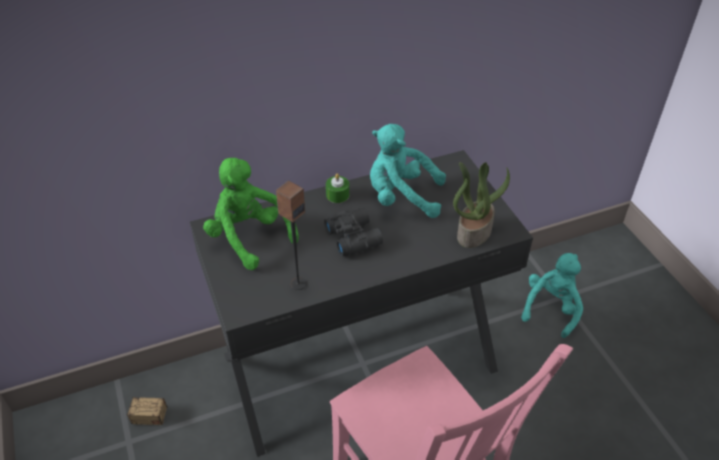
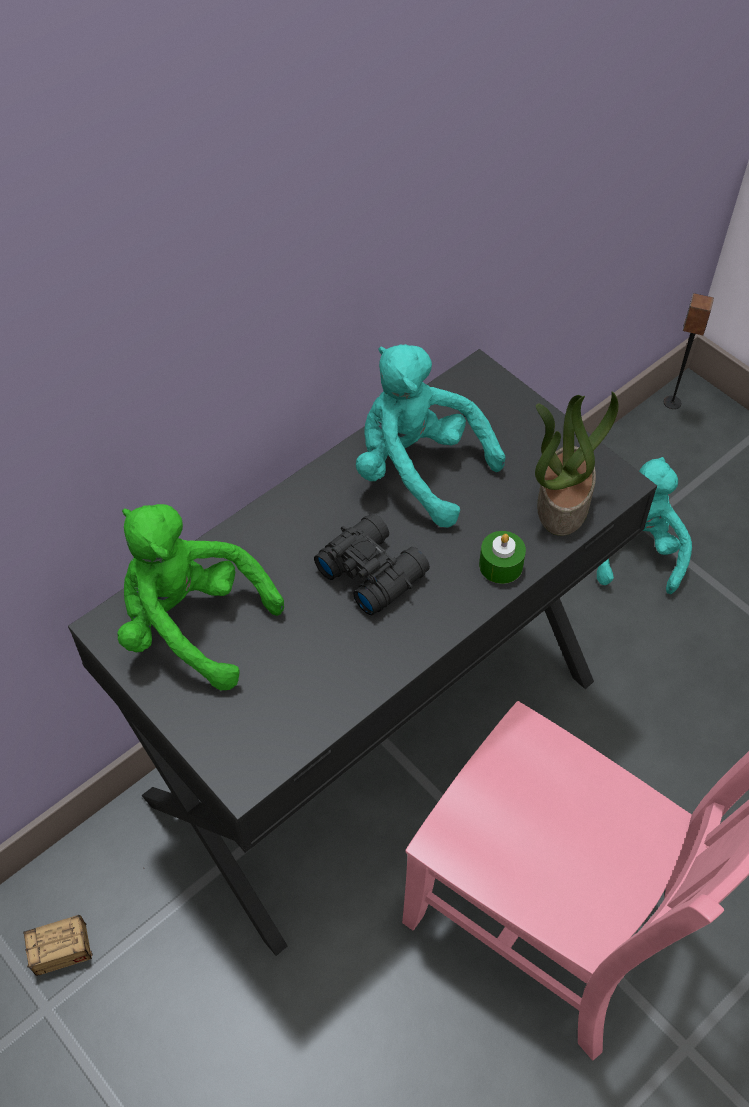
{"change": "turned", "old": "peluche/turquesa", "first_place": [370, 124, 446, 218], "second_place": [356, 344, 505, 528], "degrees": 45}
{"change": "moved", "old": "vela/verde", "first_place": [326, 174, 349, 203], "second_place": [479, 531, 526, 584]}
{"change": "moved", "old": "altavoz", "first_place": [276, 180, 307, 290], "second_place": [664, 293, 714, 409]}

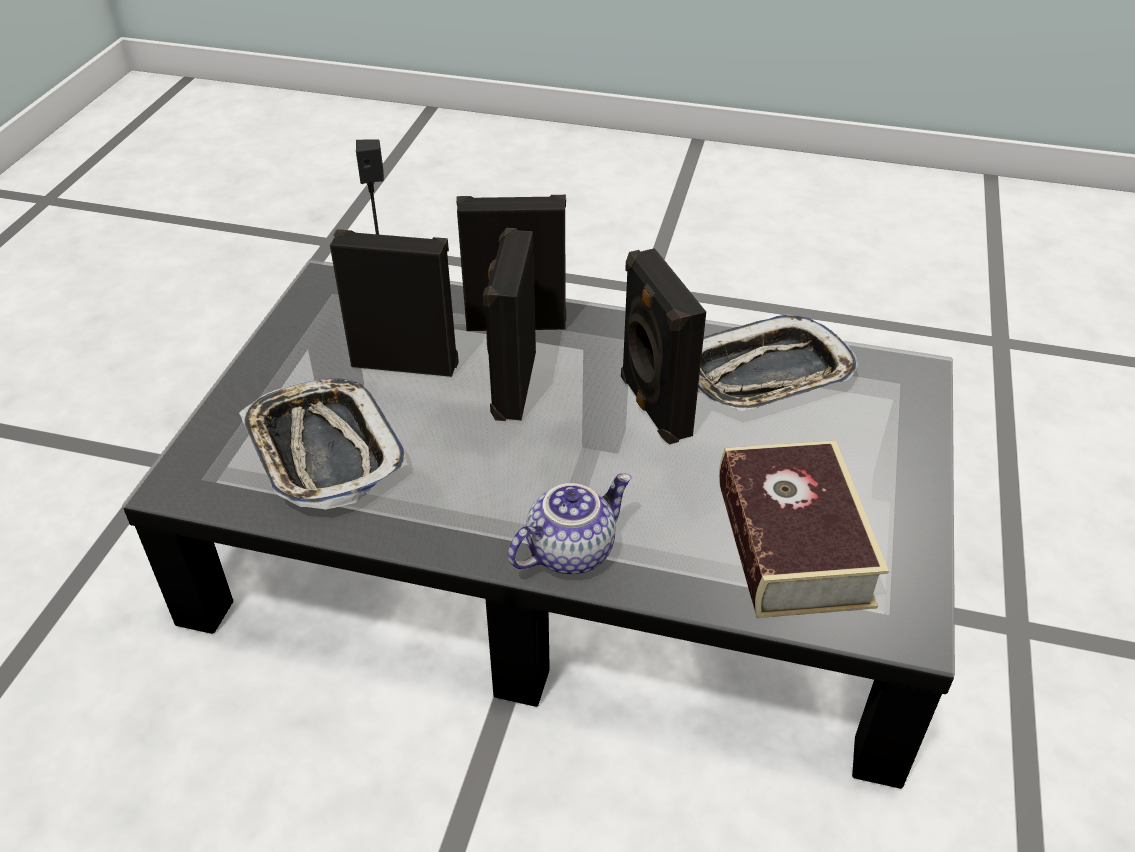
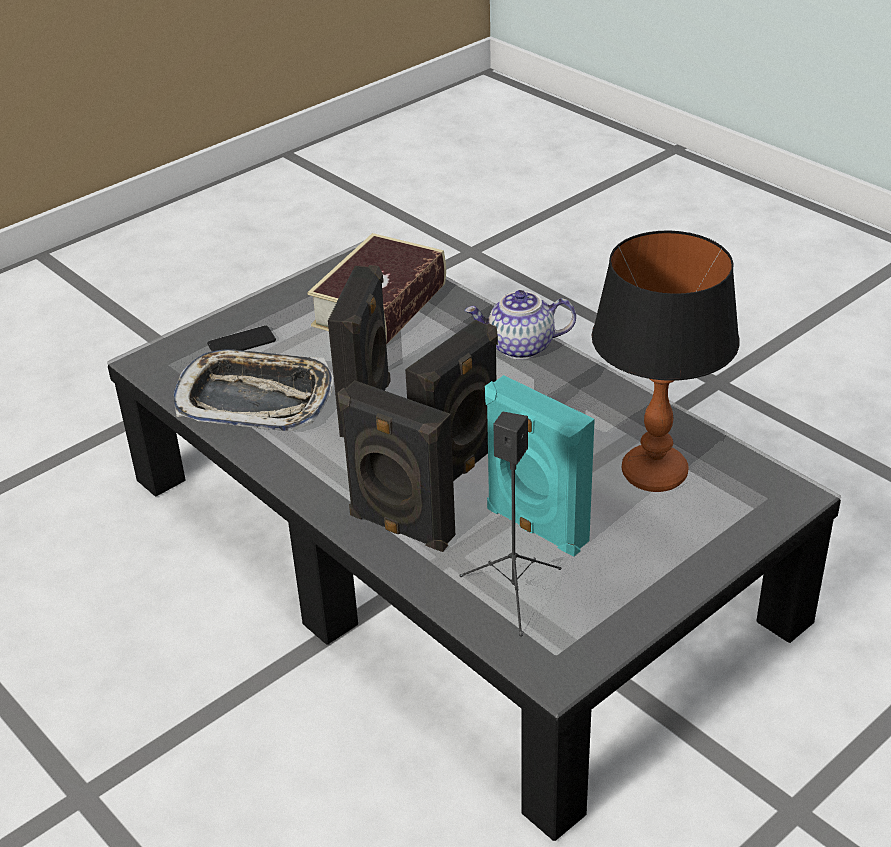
{"change": "added", "new": "móvil", "second_place": [207, 325, 276, 351]}
{"change": "recoloured", "old": "altavoz/negro", "new": "altavoz/turquesa", "first_place": [330, 229, 459, 377], "second_place": [485, 375, 595, 556]}
{"change": "replaced", "old": "bandeja", "new": "lámpara de mesa", "first_place": [239, 378, 408, 510], "second_place": [592, 231, 740, 492]}

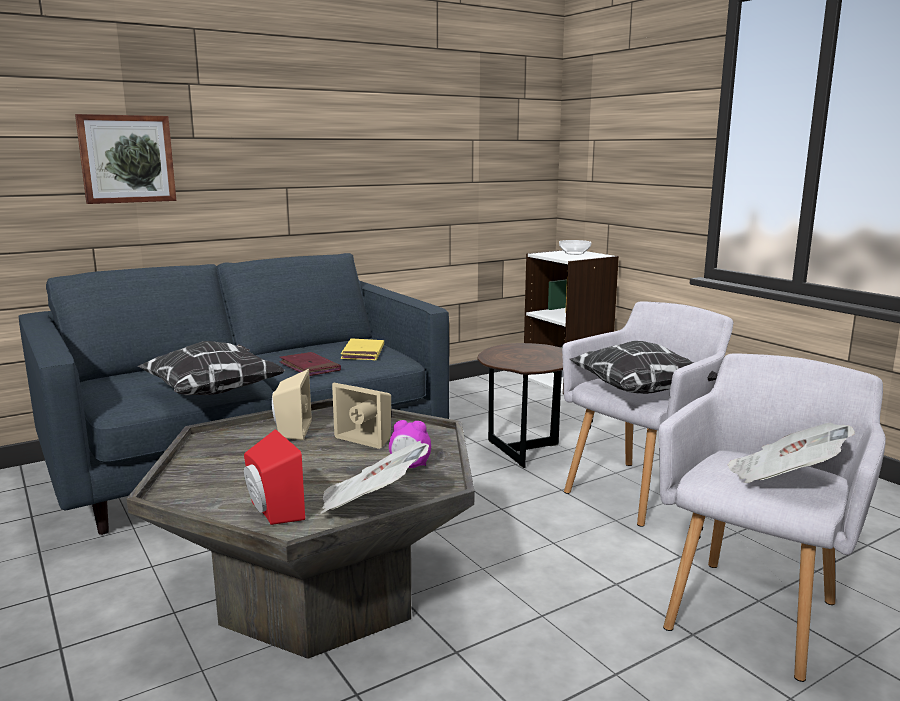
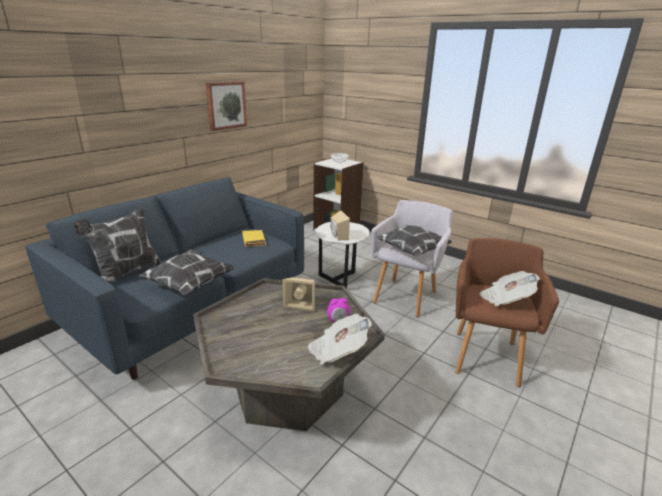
{"change": "added", "new": "cojín", "second_place": [73, 207, 162, 283]}
{"change": "moved", "old": "cuadro", "first_place": [75, 114, 176, 204], "second_place": [206, 81, 247, 131]}
{"change": "recoloured", "old": "mesa auxiliar/marrón", "new": "mesa auxiliar/blanco", "first_place": [478, 343, 563, 468], "second_place": [316, 222, 369, 289]}
{"change": "moved", "old": "altavoz/beis", "first_place": [272, 369, 312, 440], "second_place": [330, 211, 350, 240]}
{"change": "recoloured", "old": "sillón/gris", "new": "sillón/marrón", "first_place": [659, 353, 886, 682], "second_place": [455, 238, 559, 387]}
{"change": "removed", "old": "altavoz/rojo", "first_place": [244, 429, 305, 525]}
{"change": "removed", "old": "libro/rojo", "first_place": [279, 352, 341, 376]}

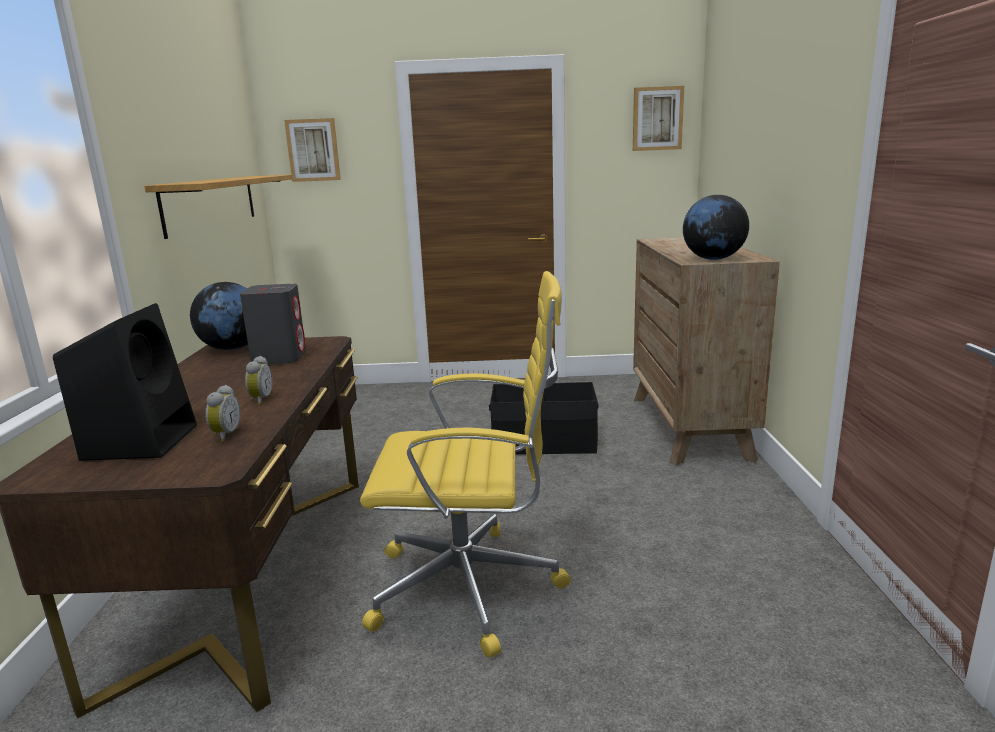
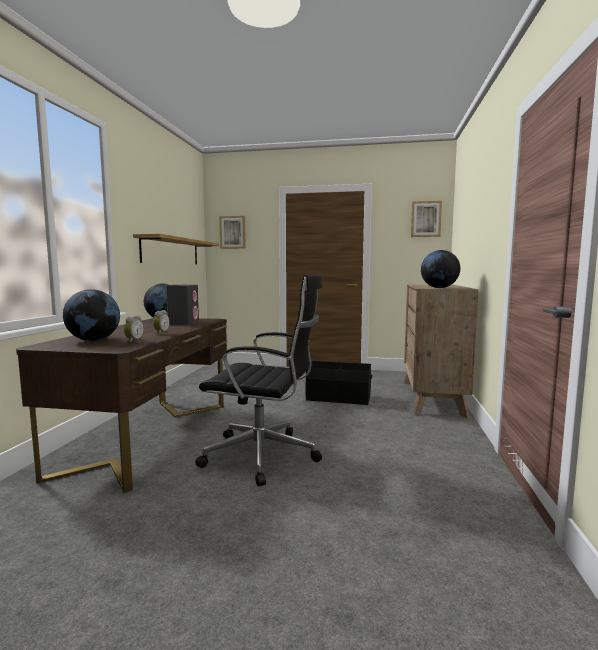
{"change": "replaced", "old": "altavoz/negro", "new": "globo terráqueo", "first_place": [53, 303, 197, 461], "second_place": [63, 289, 120, 341]}
{"change": "recoloured", "old": "silla de oficina/amarillo", "new": "silla de oficina/negro", "first_place": [360, 271, 571, 658], "second_place": [195, 274, 322, 486]}

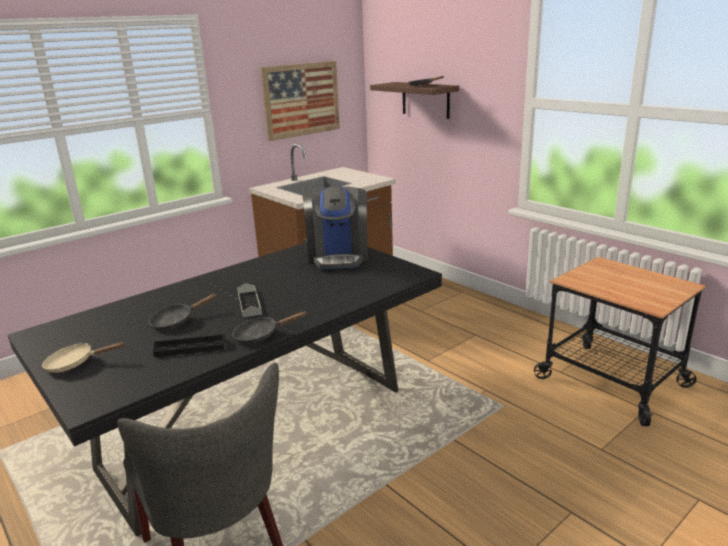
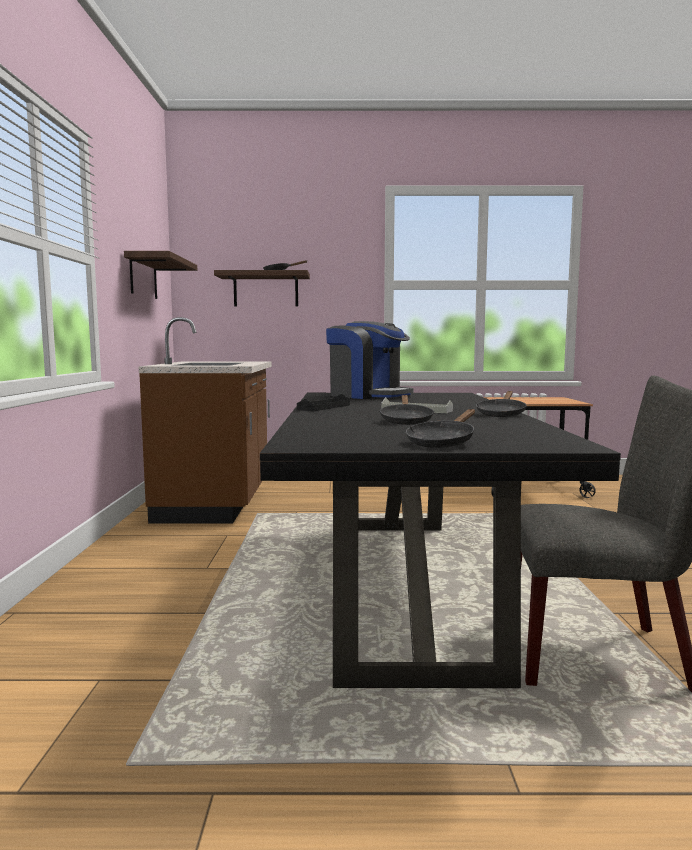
{"change": "replaced", "old": "cuadro", "new": "estante", "first_place": [260, 61, 340, 141], "second_place": [124, 251, 197, 299]}
{"change": "moved", "old": "bandeja/negro", "first_place": [153, 334, 225, 357], "second_place": [297, 394, 350, 411]}
{"change": "recoloured", "old": "sartén/beis", "new": "sartén/negro", "first_place": [42, 342, 125, 373], "second_place": [406, 409, 475, 448]}

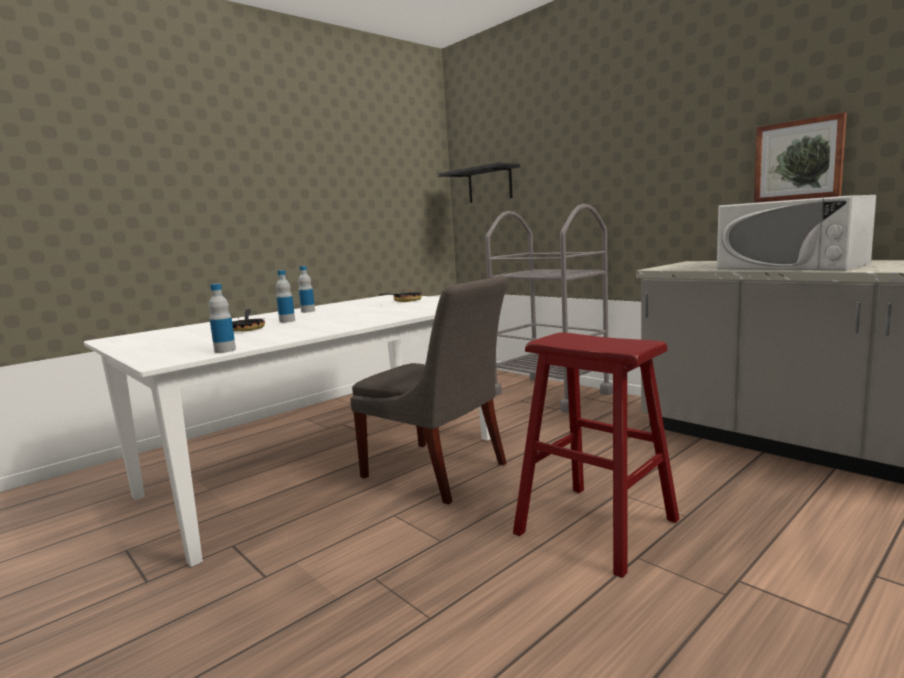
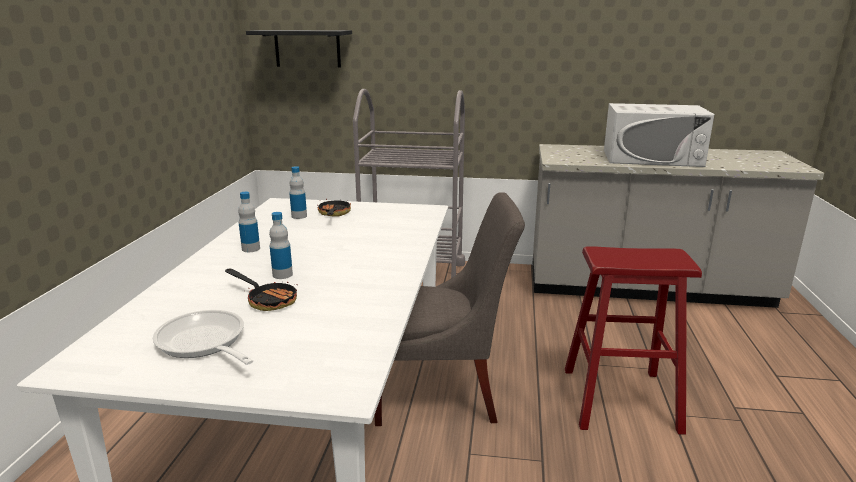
{"change": "added", "new": "sartén", "second_place": [153, 310, 253, 365]}
{"change": "moved", "old": "botella", "first_place": [209, 283, 236, 353], "second_place": [289, 166, 307, 219]}
{"change": "removed", "old": "cuadro", "first_place": [754, 112, 847, 203]}

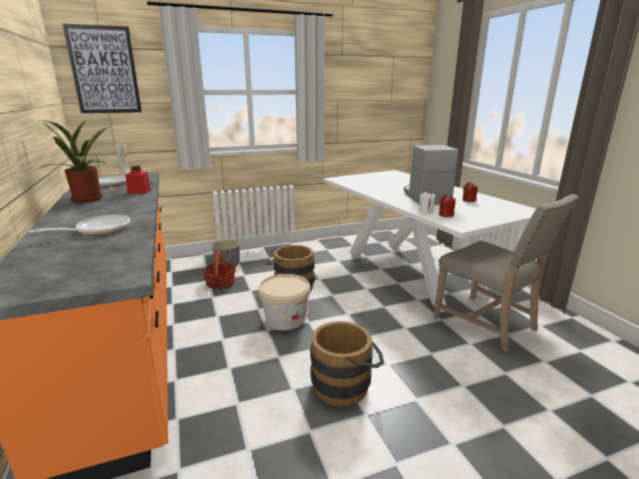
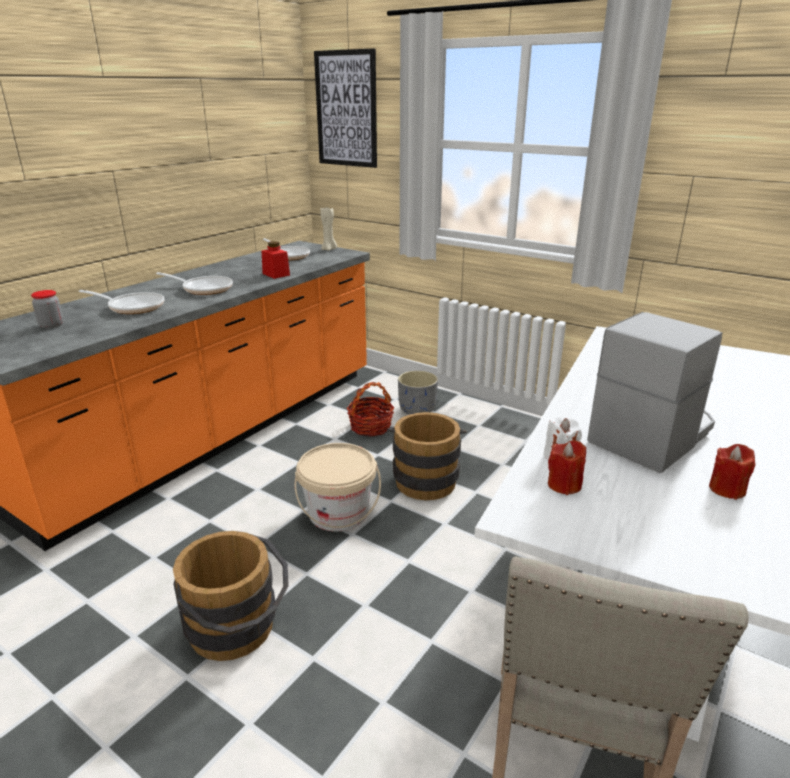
{"change": "added", "new": "tarro", "second_place": [31, 290, 64, 328]}
{"change": "added", "new": "sartén", "second_place": [156, 272, 233, 295]}
{"change": "removed", "old": "planta en maceta", "first_place": [37, 119, 113, 203]}

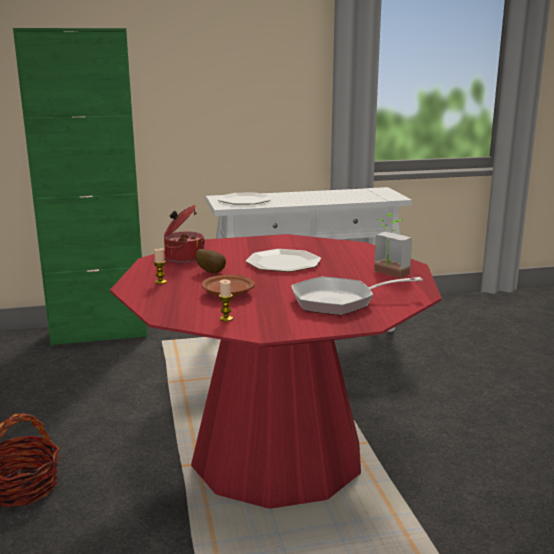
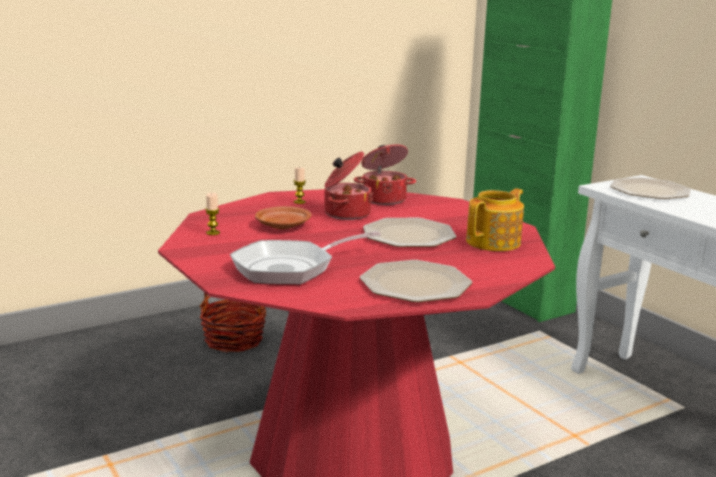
{"change": "turned", "old": "sartén", "first_place": [291, 277, 423, 315], "second_place": [230, 231, 381, 285], "degrees": -90}
{"change": "replaced", "old": "patata", "new": "olla", "first_place": [195, 249, 226, 273], "second_place": [324, 152, 373, 220]}
{"change": "replaced", "old": "planta en maceta", "new": "plato", "first_place": [374, 213, 412, 278], "second_place": [360, 260, 472, 302]}
{"change": "added", "new": "tetera", "second_place": [466, 188, 524, 251]}

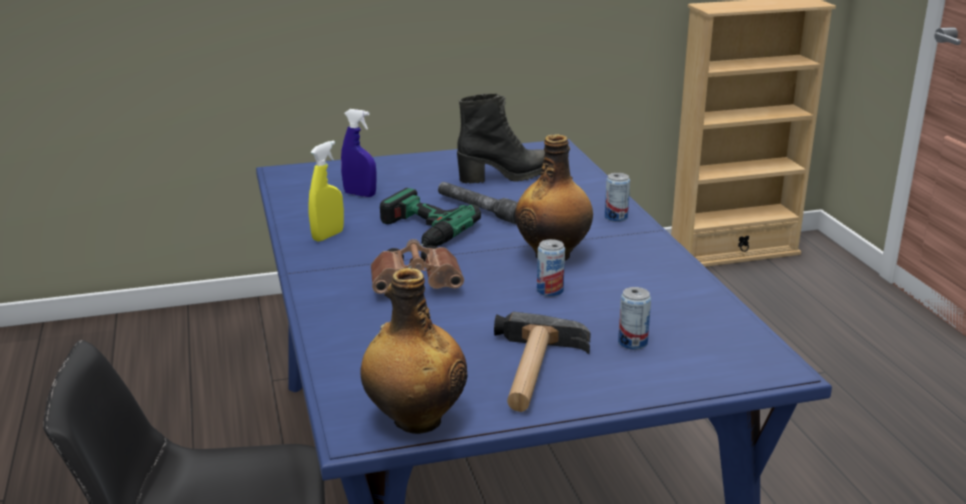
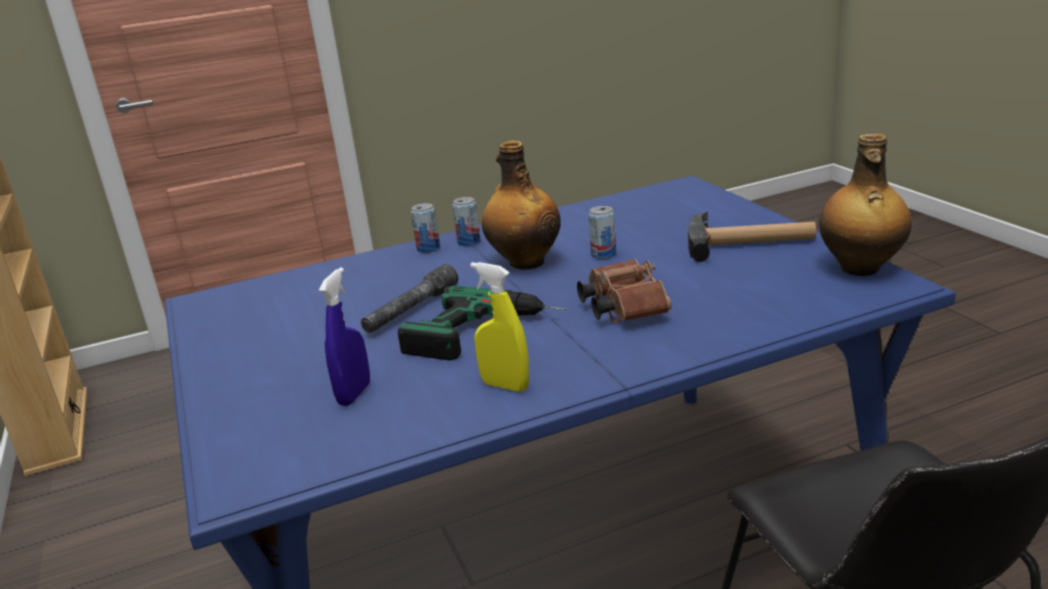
{"change": "moved", "old": "lata", "first_place": [618, 287, 651, 350], "second_place": [452, 197, 481, 246]}
{"change": "removed", "old": "bota/negro", "first_place": [457, 93, 545, 184]}

